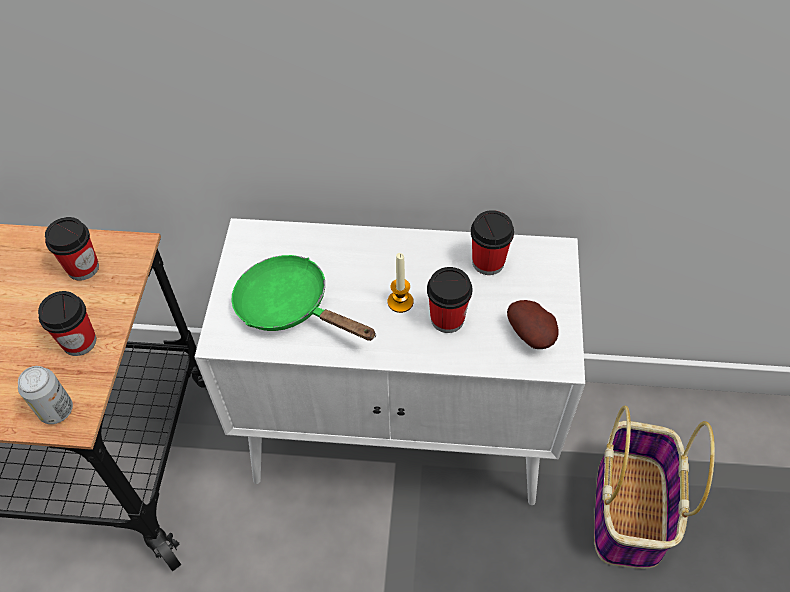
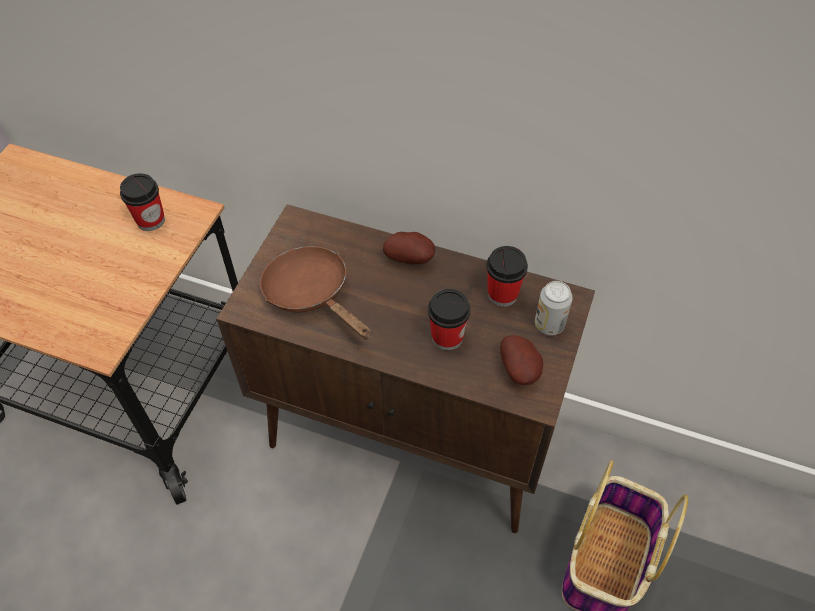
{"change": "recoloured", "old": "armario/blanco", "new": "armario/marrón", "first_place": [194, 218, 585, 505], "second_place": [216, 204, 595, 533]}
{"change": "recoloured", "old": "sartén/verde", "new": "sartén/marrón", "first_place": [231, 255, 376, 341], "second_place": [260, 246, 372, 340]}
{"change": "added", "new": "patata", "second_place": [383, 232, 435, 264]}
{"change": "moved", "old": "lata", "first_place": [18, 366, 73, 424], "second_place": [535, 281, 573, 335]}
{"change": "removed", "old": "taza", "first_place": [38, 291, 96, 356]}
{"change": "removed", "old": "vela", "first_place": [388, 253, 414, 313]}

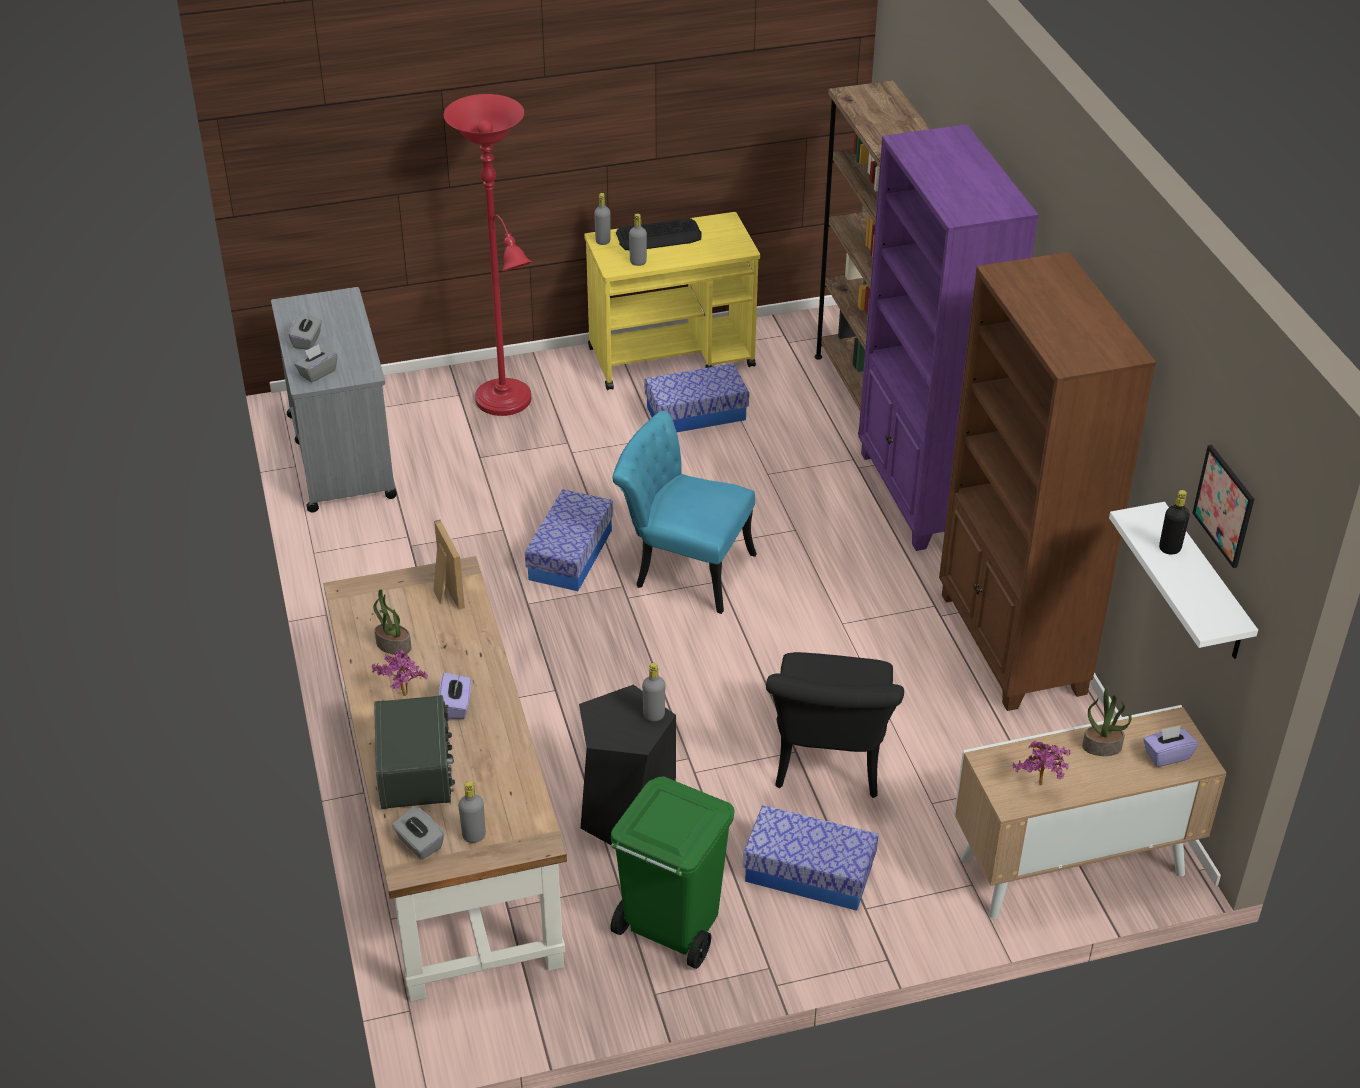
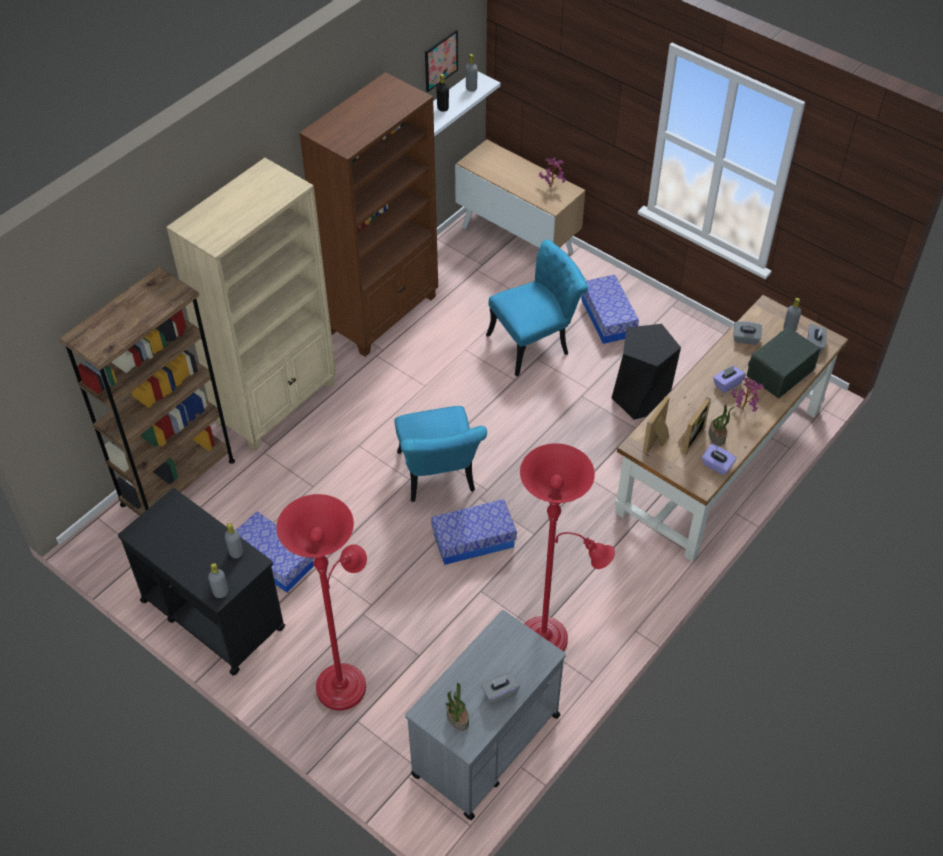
{"change": "recoloured", "old": "carrito/amarillo", "new": "carrito/negro", "first_place": [584, 212, 760, 390], "second_place": [118, 488, 285, 675]}
{"change": "recoloured", "old": "estantería/morado", "new": "estantería/beis", "first_place": [858, 124, 1039, 551], "second_place": [166, 158, 336, 451]}
{"change": "moved", "old": "planta en maceta", "first_place": [1082, 686, 1132, 756], "second_place": [445, 683, 469, 731]}
{"change": "moved", "old": "botella/gris", "first_place": [642, 663, 665, 721], "second_place": [465, 54, 478, 92]}
{"change": "recoloured", "old": "silla/negro", "new": "silla/turquesa", "first_place": [766, 652, 904, 798], "second_place": [486, 240, 588, 377]}
{"change": "added", "new": "lámpara de pie/rojo", "second_place": [520, 443, 615, 651]}
{"change": "added", "new": "portarretratos", "second_place": [678, 397, 711, 455]}
{"change": "moved", "old": "caja de pañuelos/morado", "first_place": [1144, 725, 1198, 767], "second_place": [702, 444, 736, 475]}
{"change": "moved", "old": "caja de pañuelos/gris", "first_place": [295, 344, 338, 383], "second_place": [733, 321, 762, 345]}
{"change": "removed", "old": "papelera/verde", "first_place": [610, 777, 735, 969]}
{"change": "removed", "old": "teclado", "first_place": [616, 218, 702, 250]}

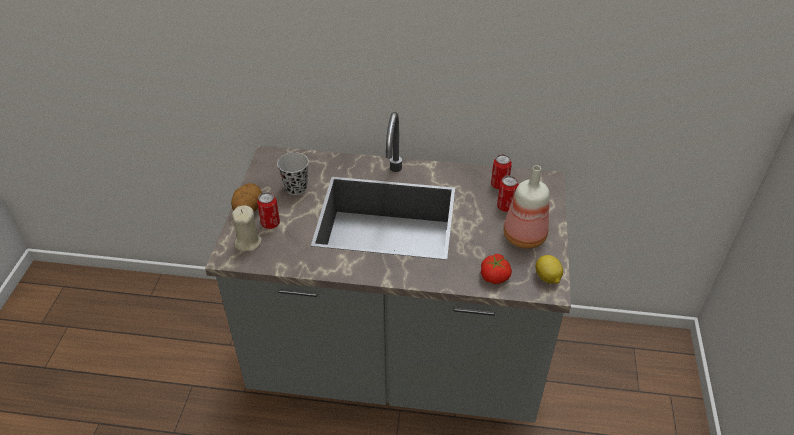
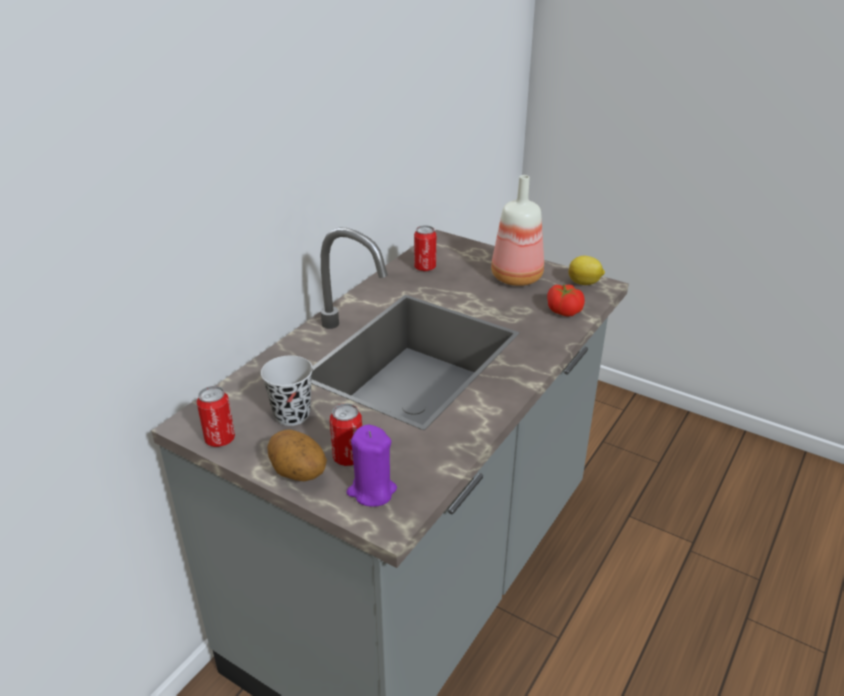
{"change": "moved", "old": "lata", "first_place": [497, 176, 519, 212], "second_place": [197, 386, 235, 447]}
{"change": "recoloured", "old": "vela/beis", "new": "vela/morado", "first_place": [232, 205, 262, 252], "second_place": [346, 424, 397, 507]}

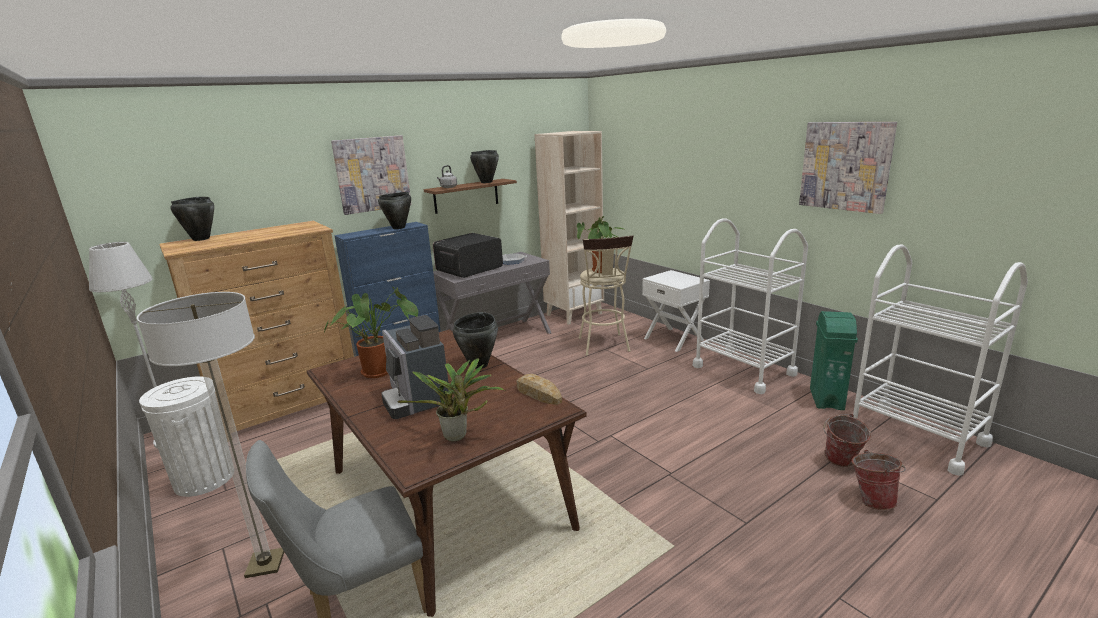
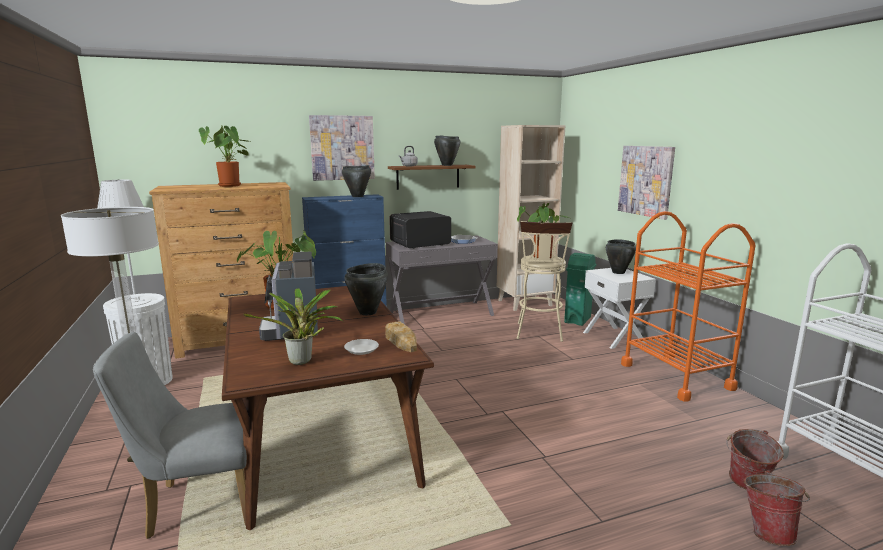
{"change": "added", "new": "planta en maceta", "second_place": [199, 126, 250, 187]}
{"change": "added", "new": "plato/blanco", "second_place": [344, 339, 379, 355]}
{"change": "moved", "old": "papelera/verde", "first_place": [810, 311, 858, 410], "second_place": [564, 253, 596, 326]}
{"change": "moved", "old": "olla/negro", "first_place": [170, 197, 214, 241], "second_place": [606, 239, 636, 274]}
{"change": "moved", "old": "cuadro", "first_place": [799, 122, 897, 214], "second_place": [618, 146, 675, 220]}
{"change": "recoloured", "old": "carrito/blanco", "new": "carrito/naranja", "first_place": [693, 218, 808, 394], "second_place": [621, 211, 756, 402]}

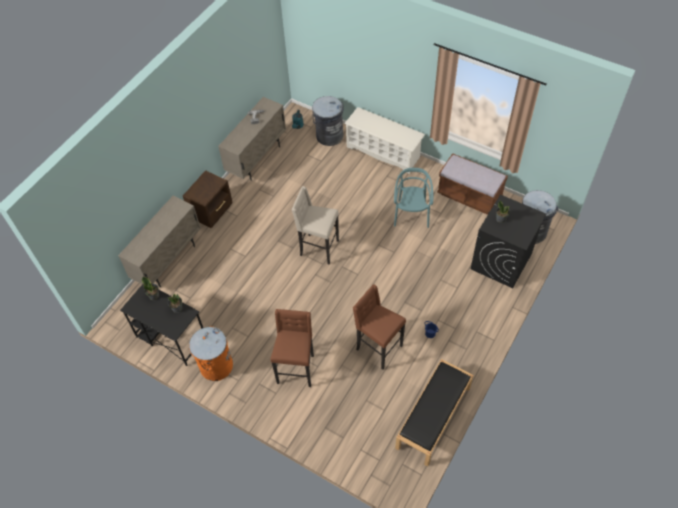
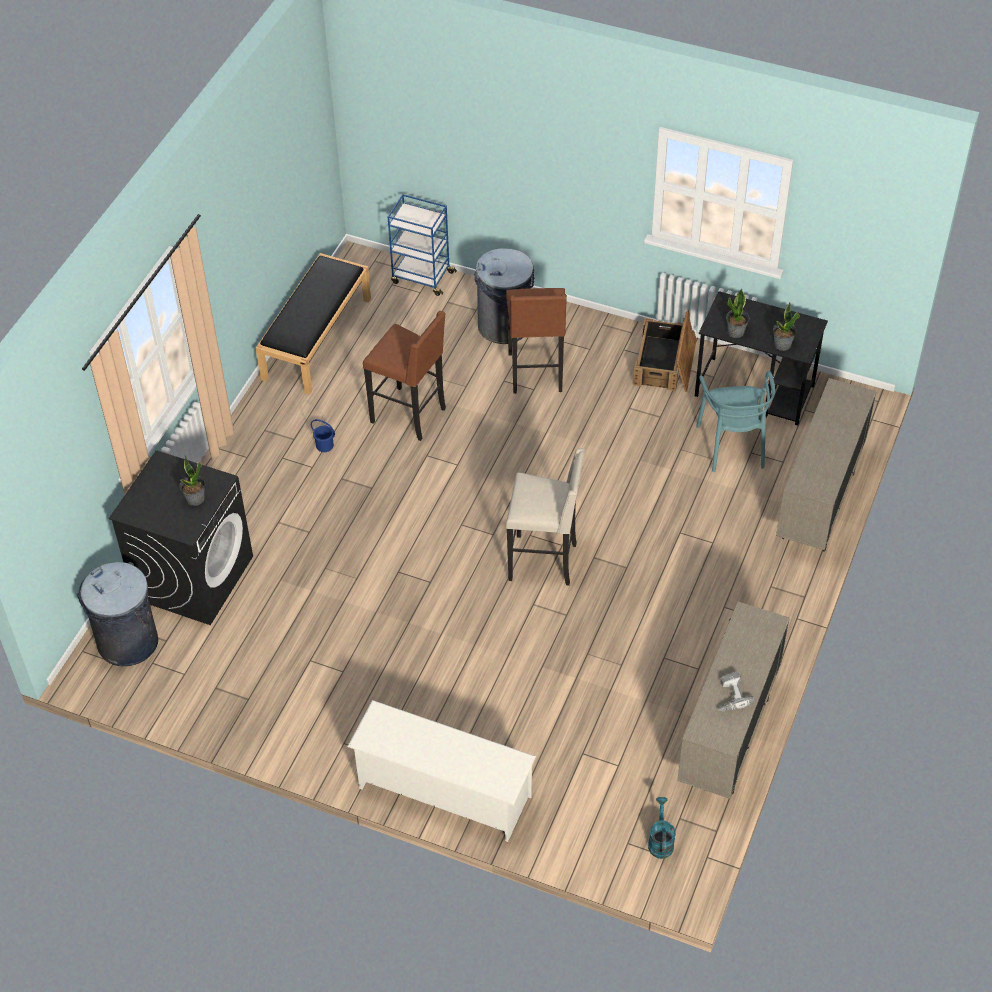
{"change": "added", "new": "carrito/azul", "second_place": [388, 194, 457, 296]}
{"change": "moved", "old": "papelera/gris", "first_place": [312, 96, 344, 146], "second_place": [474, 248, 534, 344]}
{"change": "replaced", "old": "papelera/naranja", "new": "caja de embalaje", "first_place": [189, 326, 233, 381], "second_place": [633, 310, 696, 392]}
{"change": "moved", "old": "silla/turquesa", "first_place": [394, 168, 433, 228], "second_place": [696, 371, 775, 472]}
{"change": "removed", "old": "mesita de noche/marrón", "first_place": [183, 170, 233, 228]}
{"change": "removed", "old": "banco/marrón", "first_place": [437, 153, 508, 215]}

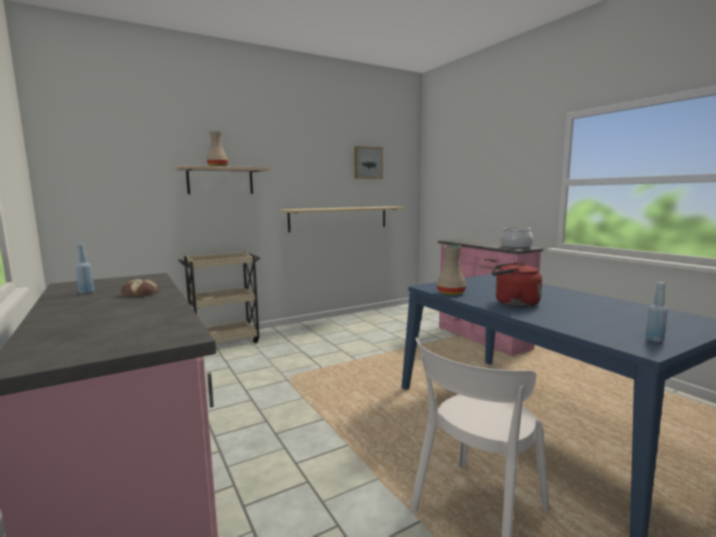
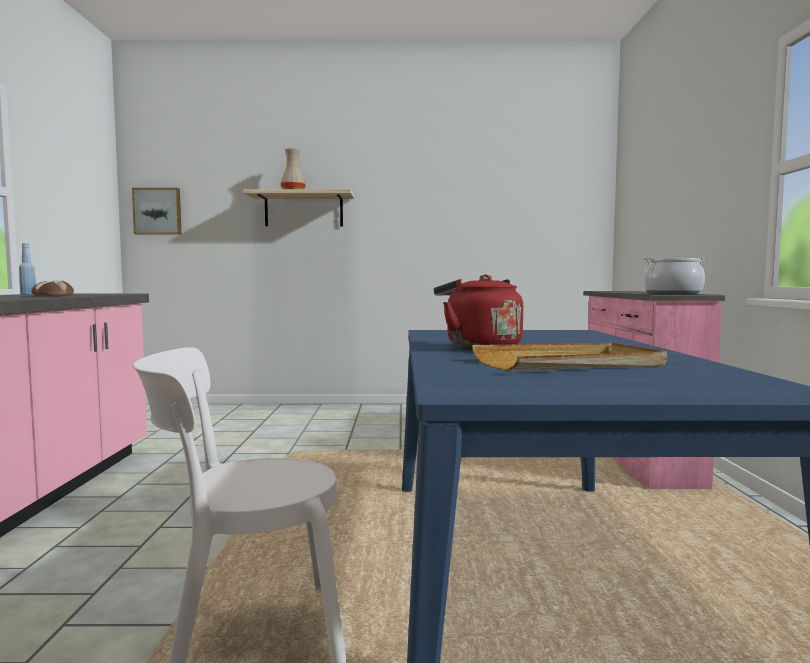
{"change": "moved", "old": "cuadro", "first_place": [354, 146, 383, 179], "second_place": [132, 188, 181, 234]}
{"change": "added", "new": "bandeja/beis", "second_place": [472, 343, 667, 371]}
{"change": "removed", "old": "carrito/beis", "first_place": [178, 252, 260, 343]}
{"change": "removed", "old": "estante/beis", "first_place": [279, 206, 406, 232]}
{"change": "removed", "old": "florero/beis", "first_place": [436, 245, 467, 295]}
{"change": "removed", "old": "botella/azul", "first_place": [645, 282, 668, 342]}

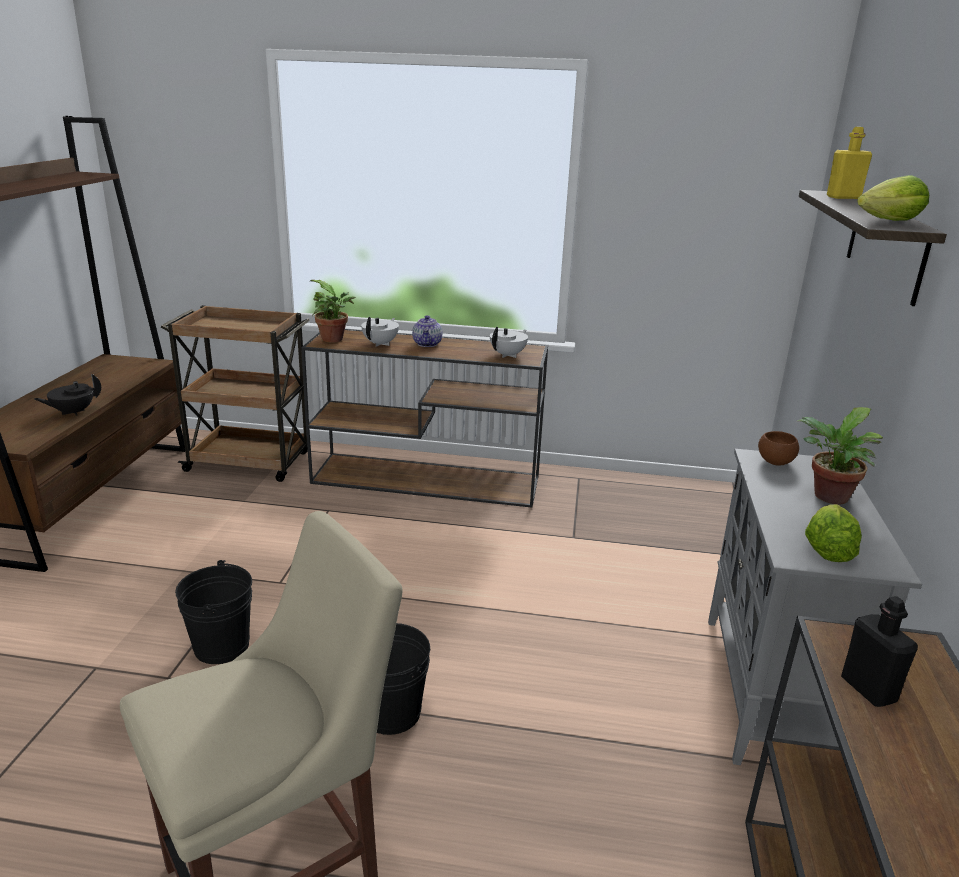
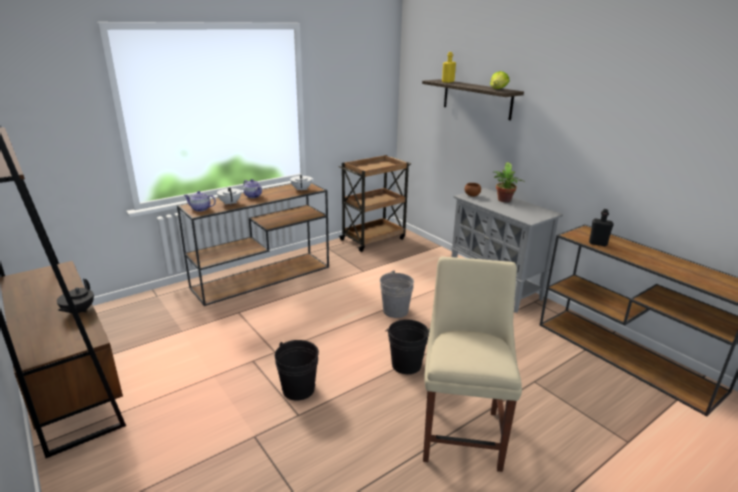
{"change": "replaced", "old": "planta en maceta", "new": "tetera", "first_place": [310, 280, 355, 343], "second_place": [184, 191, 216, 212]}
{"change": "moved", "old": "carrito/marrón", "first_place": [161, 305, 310, 482], "second_place": [338, 155, 411, 252]}
{"change": "added", "new": "cubo/gris", "second_place": [380, 270, 414, 318]}
{"change": "removed", "old": "lechuga", "first_place": [805, 504, 862, 562]}

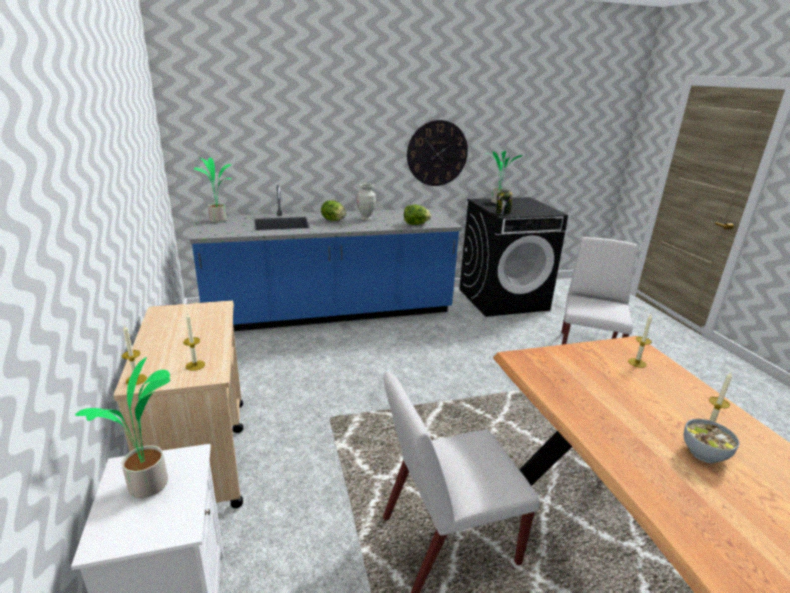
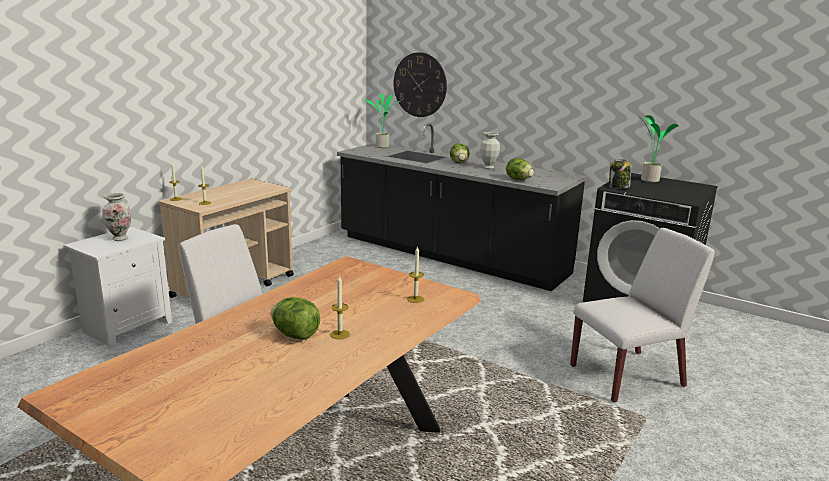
{"change": "replaced", "old": "planta en maceta", "new": "florero", "first_place": [75, 357, 170, 498], "second_place": [102, 193, 131, 241]}
{"change": "replaced", "old": "cuenco", "new": "lechuga", "first_place": [684, 419, 740, 463], "second_place": [271, 297, 320, 340]}
{"change": "recoloured", "old": "mueble bajo de cocina/azul", "new": "mueble bajo de cocina/negro", "first_place": [190, 185, 462, 331], "second_place": [337, 123, 587, 291]}
{"change": "moved", "old": "reloj de pared", "first_place": [407, 120, 468, 186], "second_place": [394, 52, 447, 117]}

